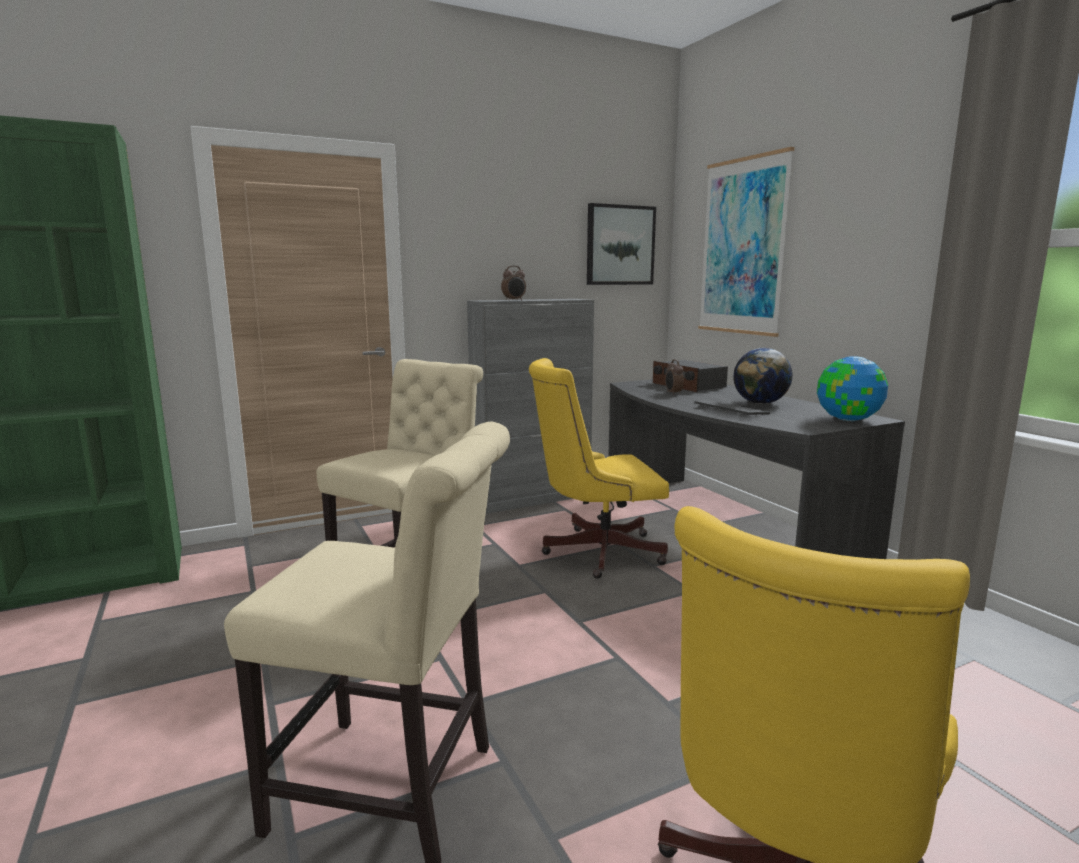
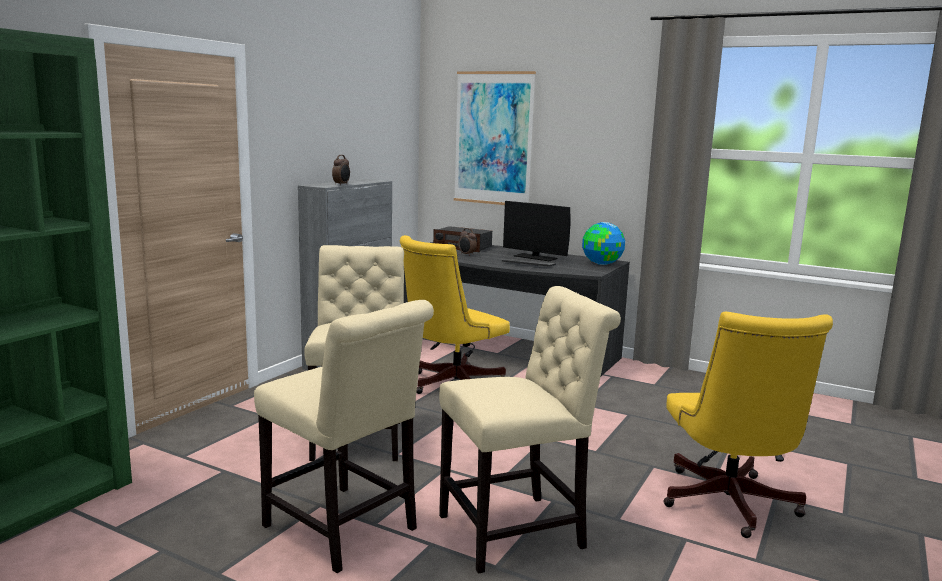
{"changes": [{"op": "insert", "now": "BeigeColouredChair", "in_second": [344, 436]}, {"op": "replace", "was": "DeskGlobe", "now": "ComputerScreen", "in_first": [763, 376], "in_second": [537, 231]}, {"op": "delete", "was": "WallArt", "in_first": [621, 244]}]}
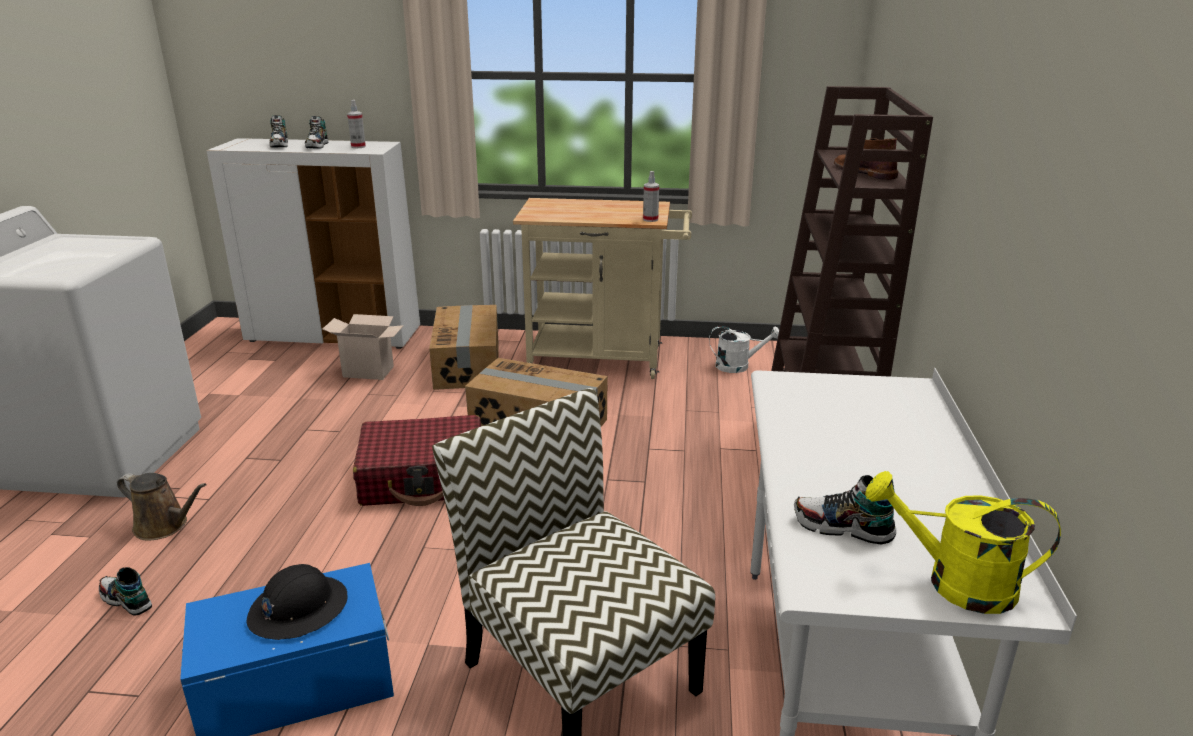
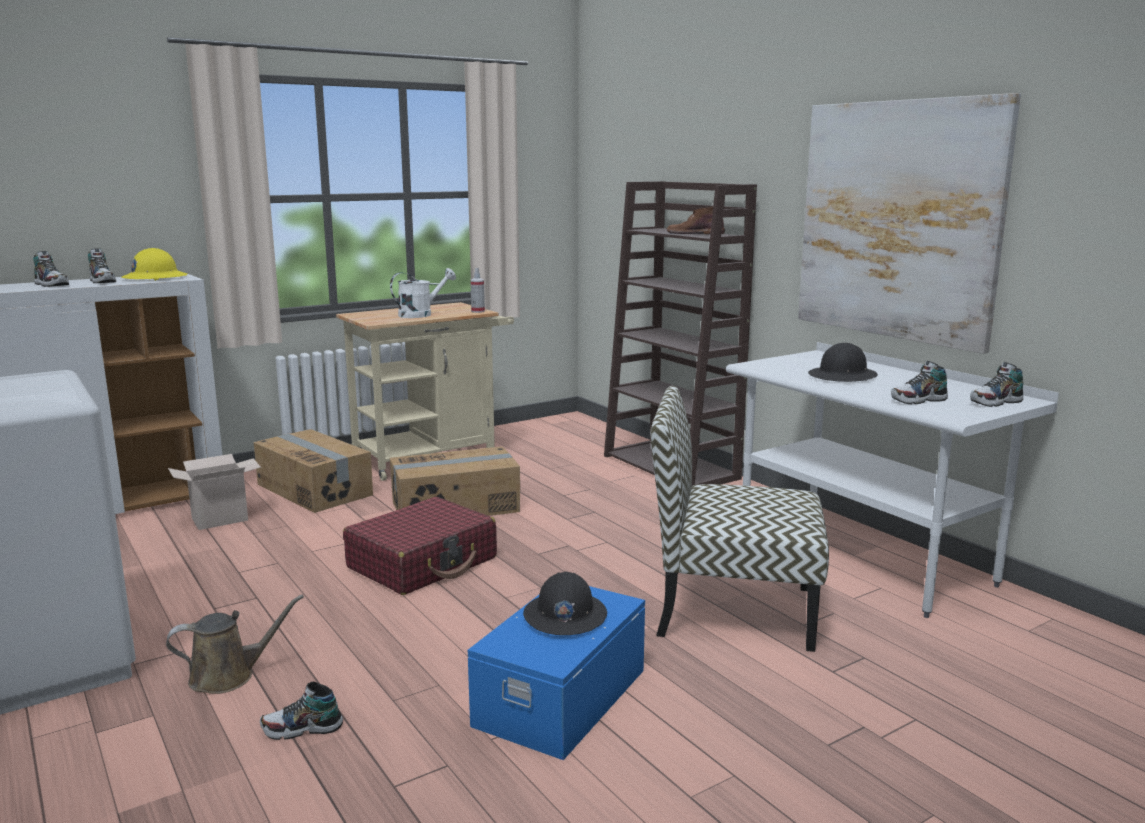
{"changes": [{"op": "replace", "was": "SprayBottle", "now": "YellowishHardHat", "in_first": [356, 124], "in_second": [154, 264]}, {"op": "move", "was": "WhiteColouredWateringPot", "in_first": [744, 349], "in_second": [423, 293]}, {"op": "insert", "now": "WallArt", "in_second": [909, 223]}, {"op": "insert", "now": "BlackHardHat", "in_second": [843, 362]}, {"op": "replace", "was": "YellowishWateringPot", "now": "ItemOfFootwear", "in_first": [963, 542], "in_second": [996, 384]}]}
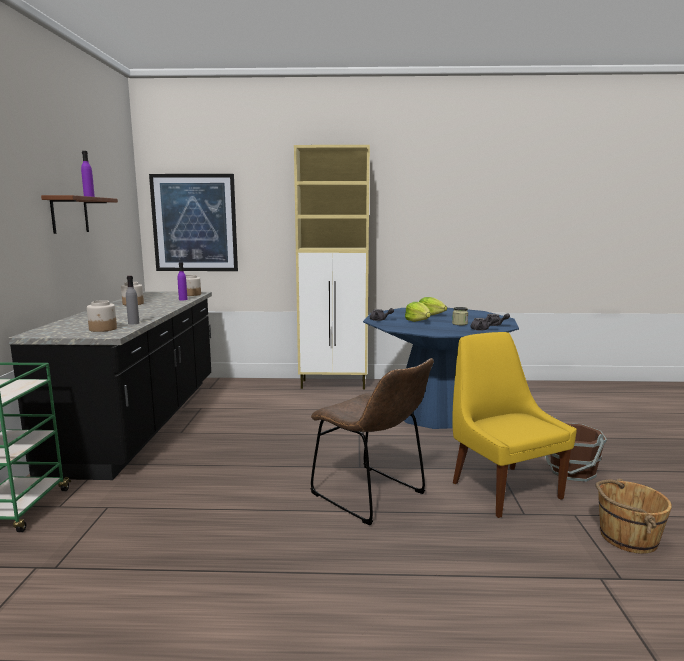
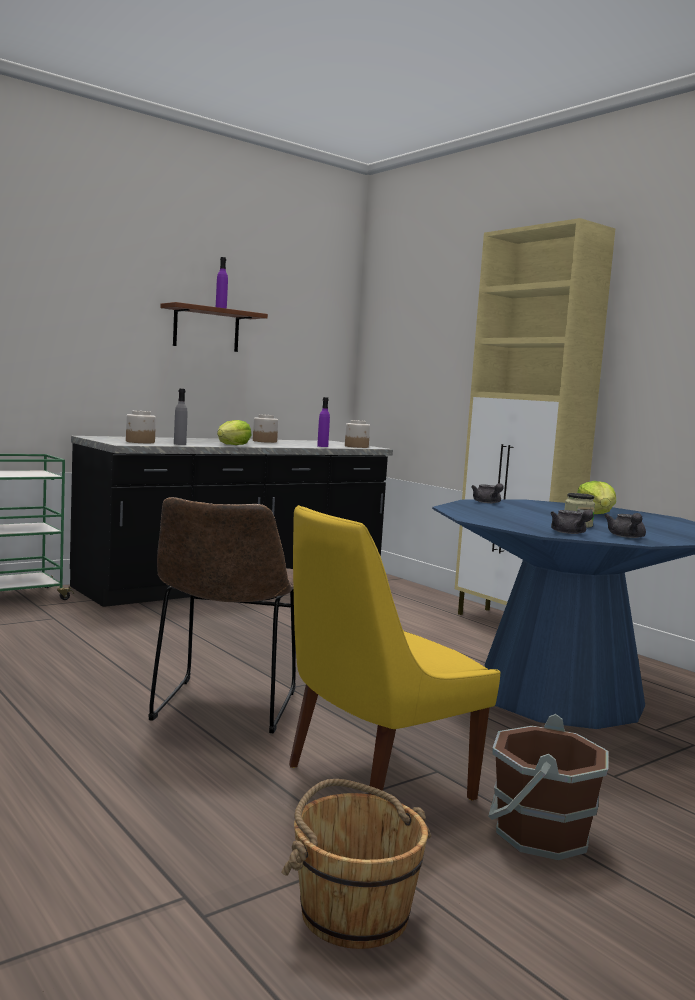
{"changes": [{"op": "move", "was": "Lettuce", "in_first": [418, 312], "in_second": [234, 432]}, {"op": "rotate", "was": "YellowishChair", "in_first": [514, 425], "in_second": [395, 652], "clockwise": -150}, {"op": "delete", "was": "WallArt", "in_first": [193, 222]}]}
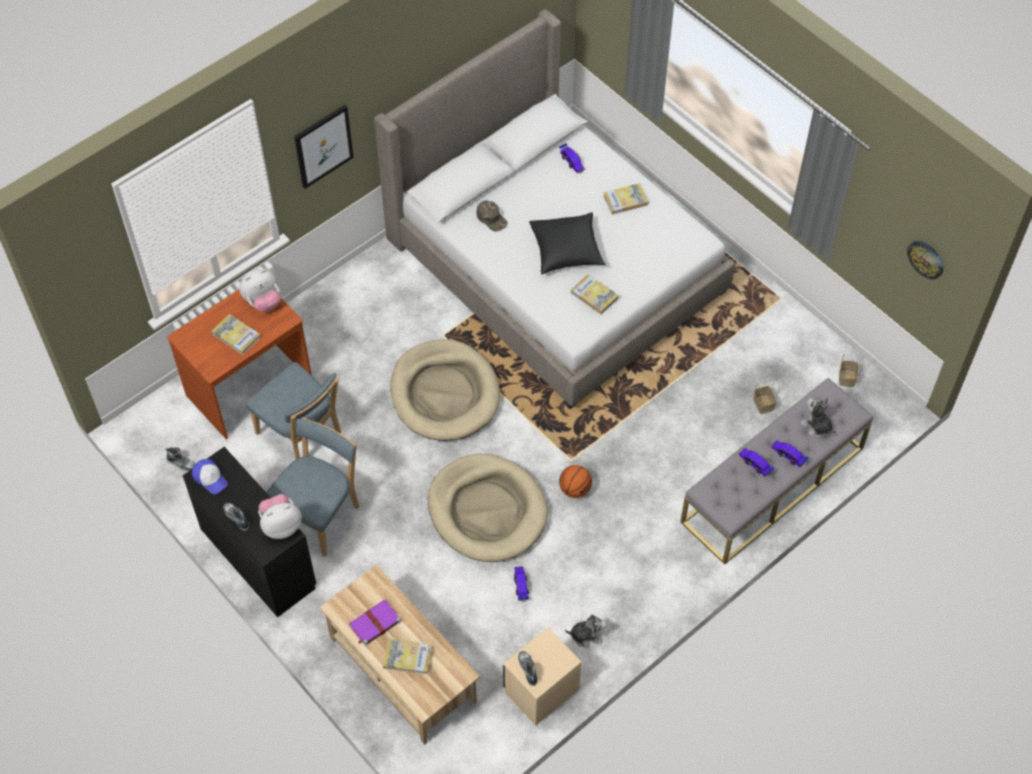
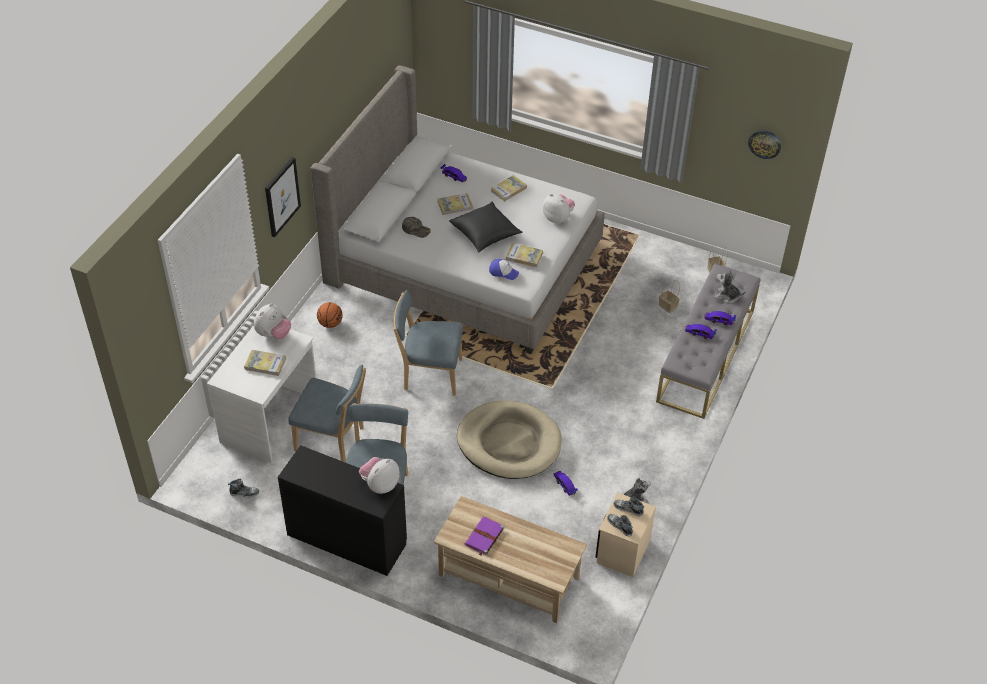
{"changes": [{"op": "recolor", "was": "BrownishDeskTable", "now": "WhiteColouredDeskTable", "in_first": [239, 364], "in_second": [261, 394]}, {"op": "move", "was": "BallForBasketball", "in_first": [575, 481], "in_second": [330, 315]}, {"op": "replace", "was": "BeigeColouredPetBed", "now": "BlueChair", "in_first": [445, 390], "in_second": [428, 343]}, {"op": "move", "was": "Book", "in_first": [408, 656], "in_second": [455, 204]}, {"op": "move", "was": "Cap", "in_first": [210, 476], "in_second": [504, 269]}, {"op": "insert", "now": "SoftToy", "in_second": [559, 209]}, {"op": "move", "was": "ItemOfFootwear", "in_first": [236, 517], "in_second": [629, 506]}]}
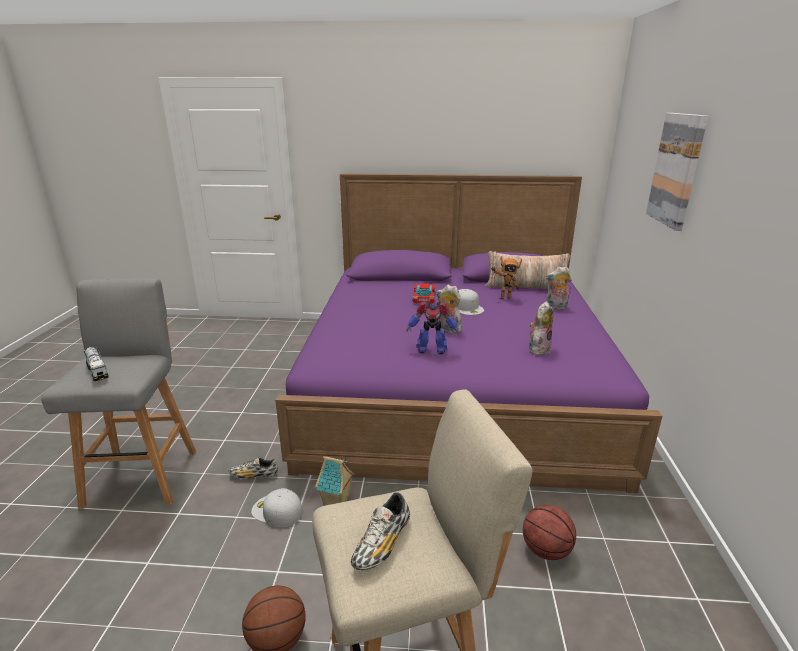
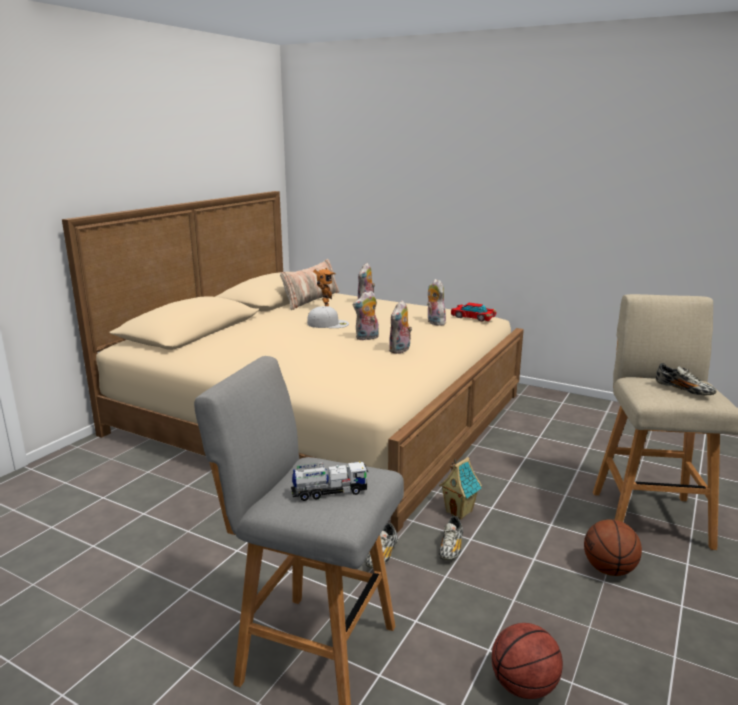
{"changes": [{"op": "recolor", "was": "PurpleColouredBedroomBed", "now": "BeigeColouredBedroomBed", "in_first": [468, 333], "in_second": [293, 362]}, {"op": "replace", "was": "RobotFigure", "now": "SoftToy", "in_first": [432, 328], "in_second": [400, 327]}, {"op": "replace", "was": "WhiteColouredCap", "now": "ItemOfFootwear", "in_first": [277, 507], "in_second": [451, 538]}, {"op": "move", "was": "ToyCar", "in_first": [424, 293], "in_second": [474, 312]}, {"op": "move", "was": "BallForBasketball", "in_first": [549, 532], "in_second": [527, 661]}, {"op": "delete", "was": "WallArt", "in_first": [677, 172]}]}
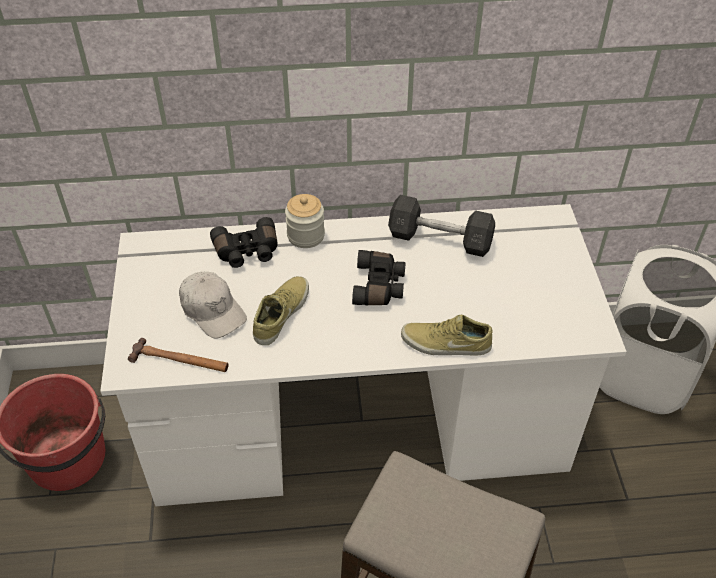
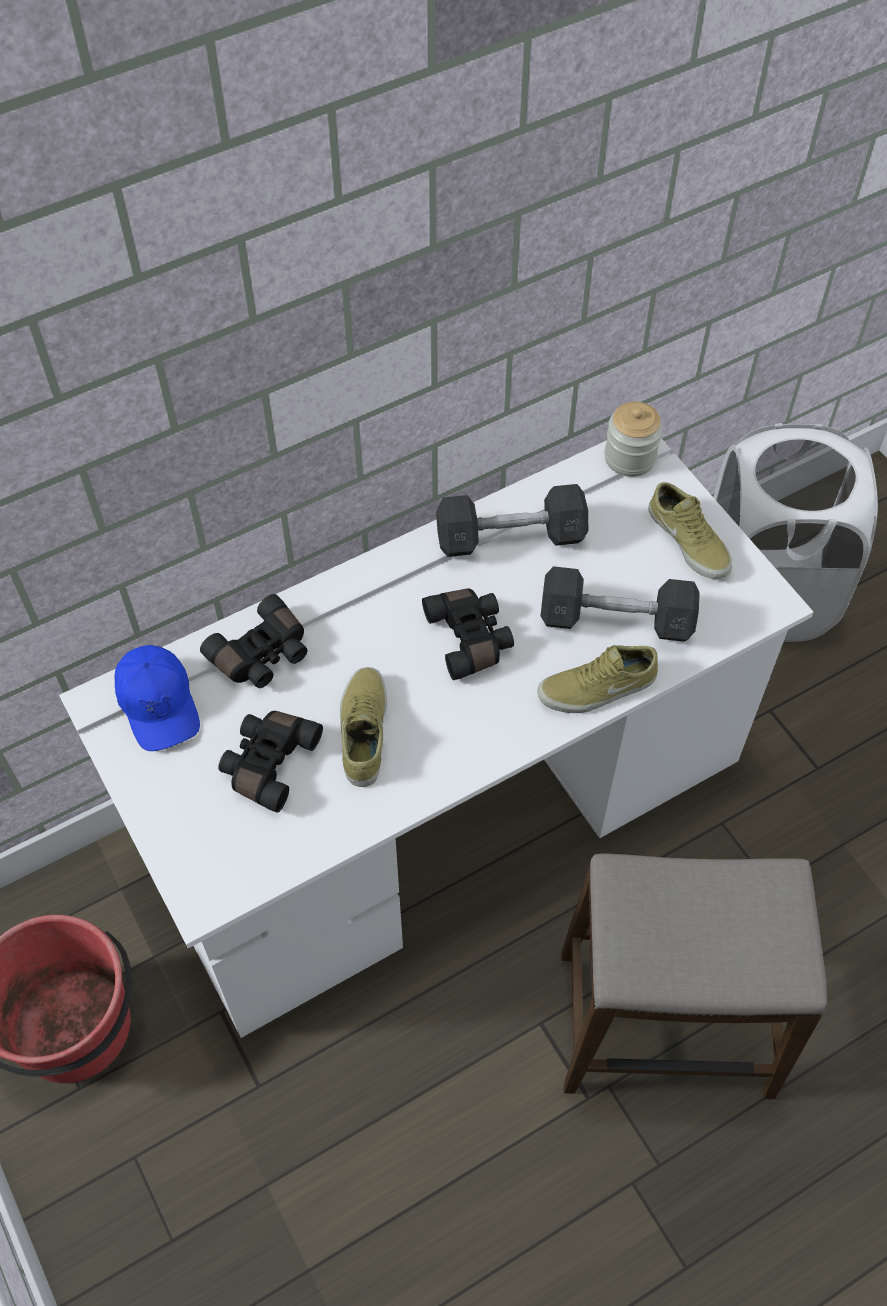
{"changes": [{"op": "insert", "now": "BlueCap", "in_second": [157, 698]}, {"op": "replace", "was": "WhiteColouredCap", "now": "BlackFieldGlasses", "in_first": [213, 305], "in_second": [270, 762]}, {"op": "insert", "now": "GrayFreeWeight", "in_second": [620, 604]}, {"op": "move", "was": "StorageJar", "in_first": [305, 221], "in_second": [633, 439]}, {"op": "insert", "now": "BeigeColouredItemOfFootwear", "in_second": [690, 530]}, {"op": "delete", "was": "HandHammer", "in_first": [178, 355]}]}
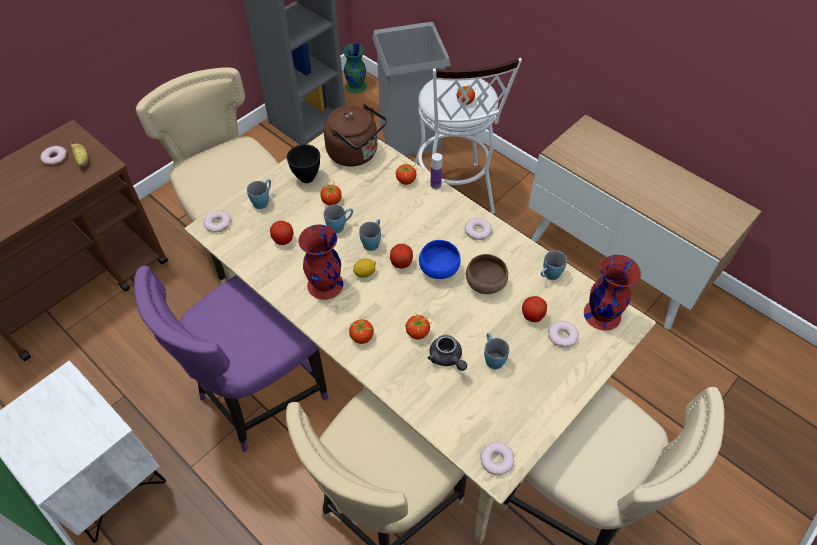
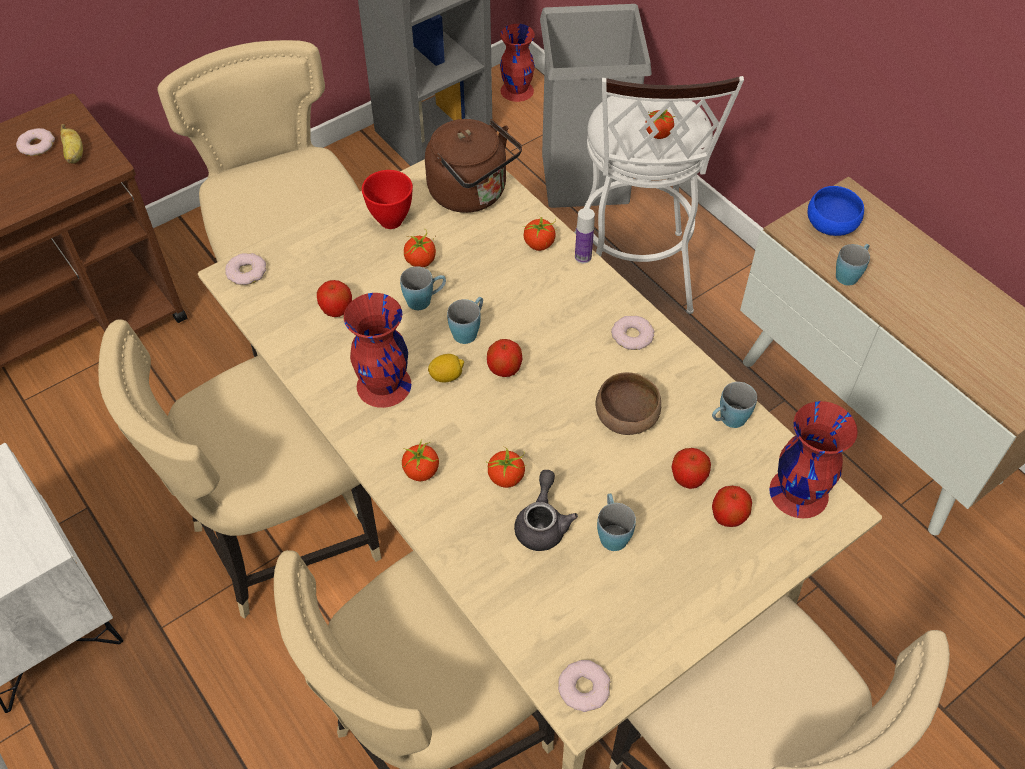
{"changes": [{"op": "recolor", "was": "PurpleColouredChair", "now": "BeigeColouredChair", "in_first": [231, 359], "in_second": [240, 469]}, {"op": "recolor", "was": "BlackServingBowl", "now": "RedServingBowl", "in_first": [303, 163], "in_second": [387, 199]}, {"op": "recolor", "was": "GreenVase", "now": "RedVase", "in_first": [354, 68], "in_second": [517, 63]}, {"op": "rotate", "was": "GrayTeaPot", "in_first": [447, 353], "in_second": [546, 510], "clockwise": -150}, {"op": "replace", "was": "RingDoughnut", "now": "WholeApple", "in_first": [563, 334], "in_second": [732, 506]}, {"op": "move", "was": "BlueServingBowl", "in_first": [440, 259], "in_second": [836, 211]}, {"op": "move", "was": "BlueTeaMug", "in_first": [259, 194], "in_second": [853, 265]}]}
